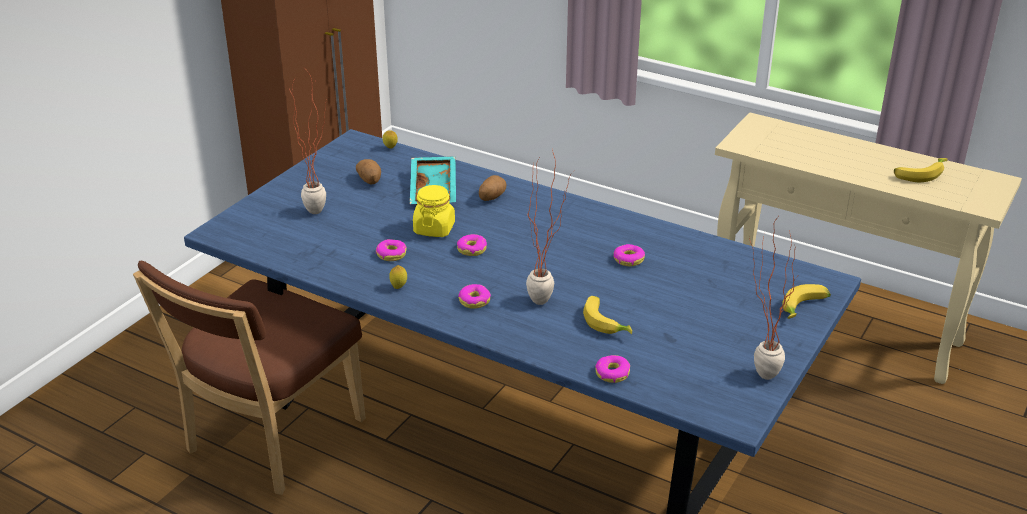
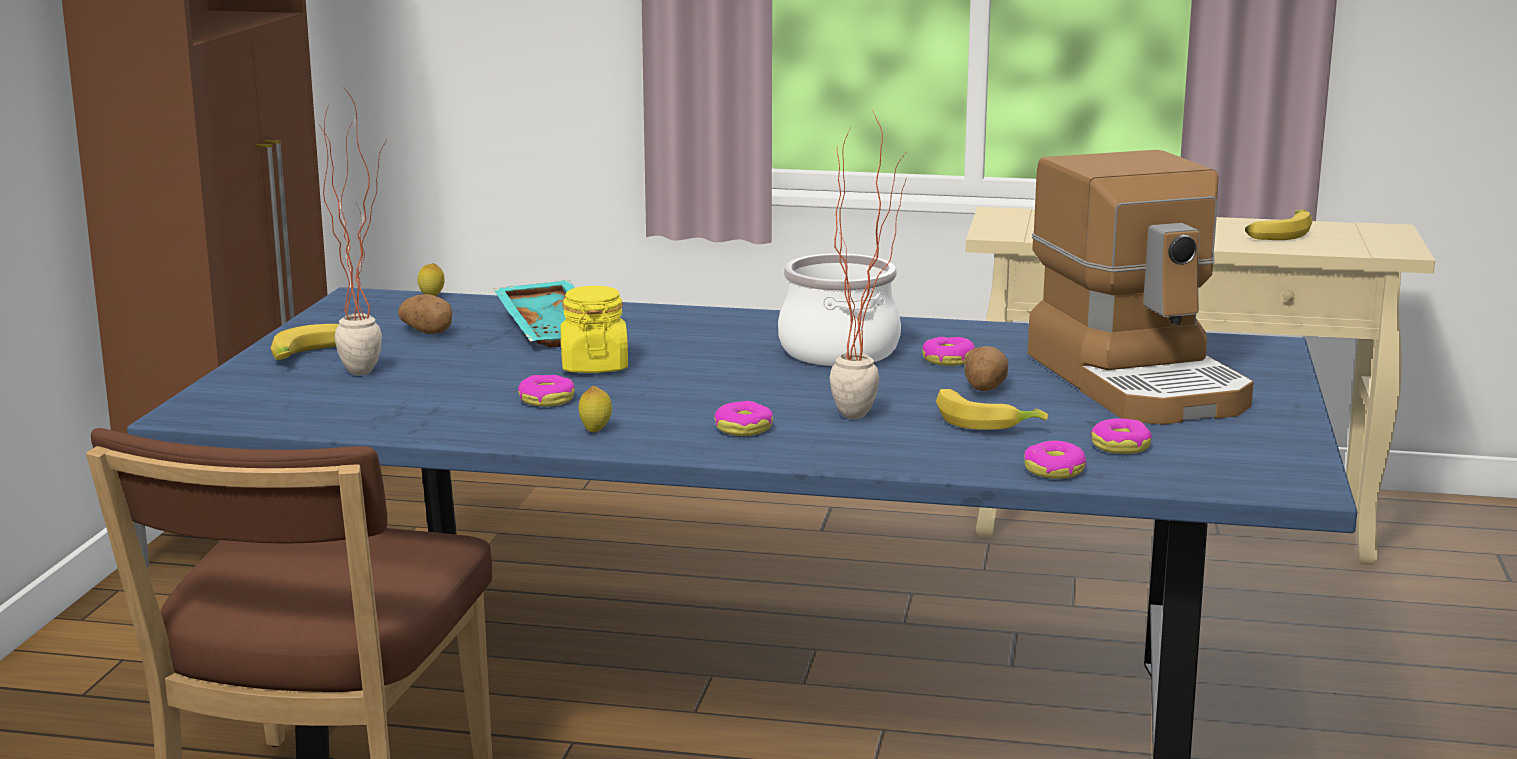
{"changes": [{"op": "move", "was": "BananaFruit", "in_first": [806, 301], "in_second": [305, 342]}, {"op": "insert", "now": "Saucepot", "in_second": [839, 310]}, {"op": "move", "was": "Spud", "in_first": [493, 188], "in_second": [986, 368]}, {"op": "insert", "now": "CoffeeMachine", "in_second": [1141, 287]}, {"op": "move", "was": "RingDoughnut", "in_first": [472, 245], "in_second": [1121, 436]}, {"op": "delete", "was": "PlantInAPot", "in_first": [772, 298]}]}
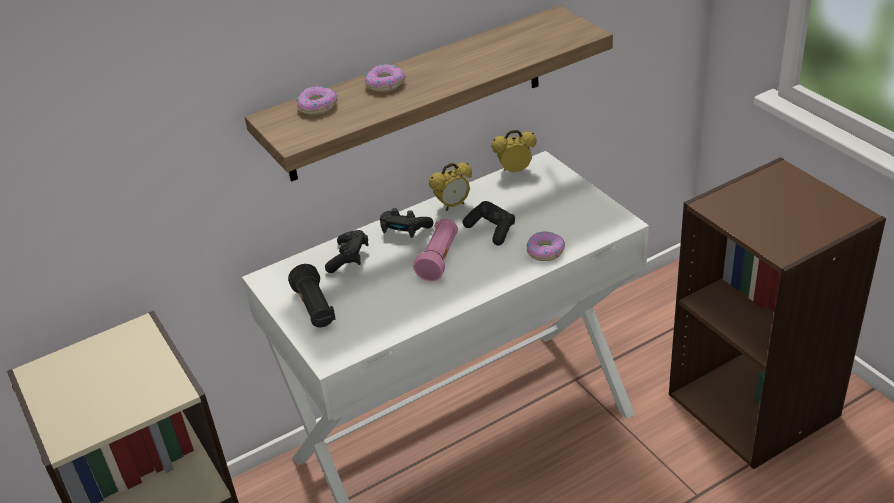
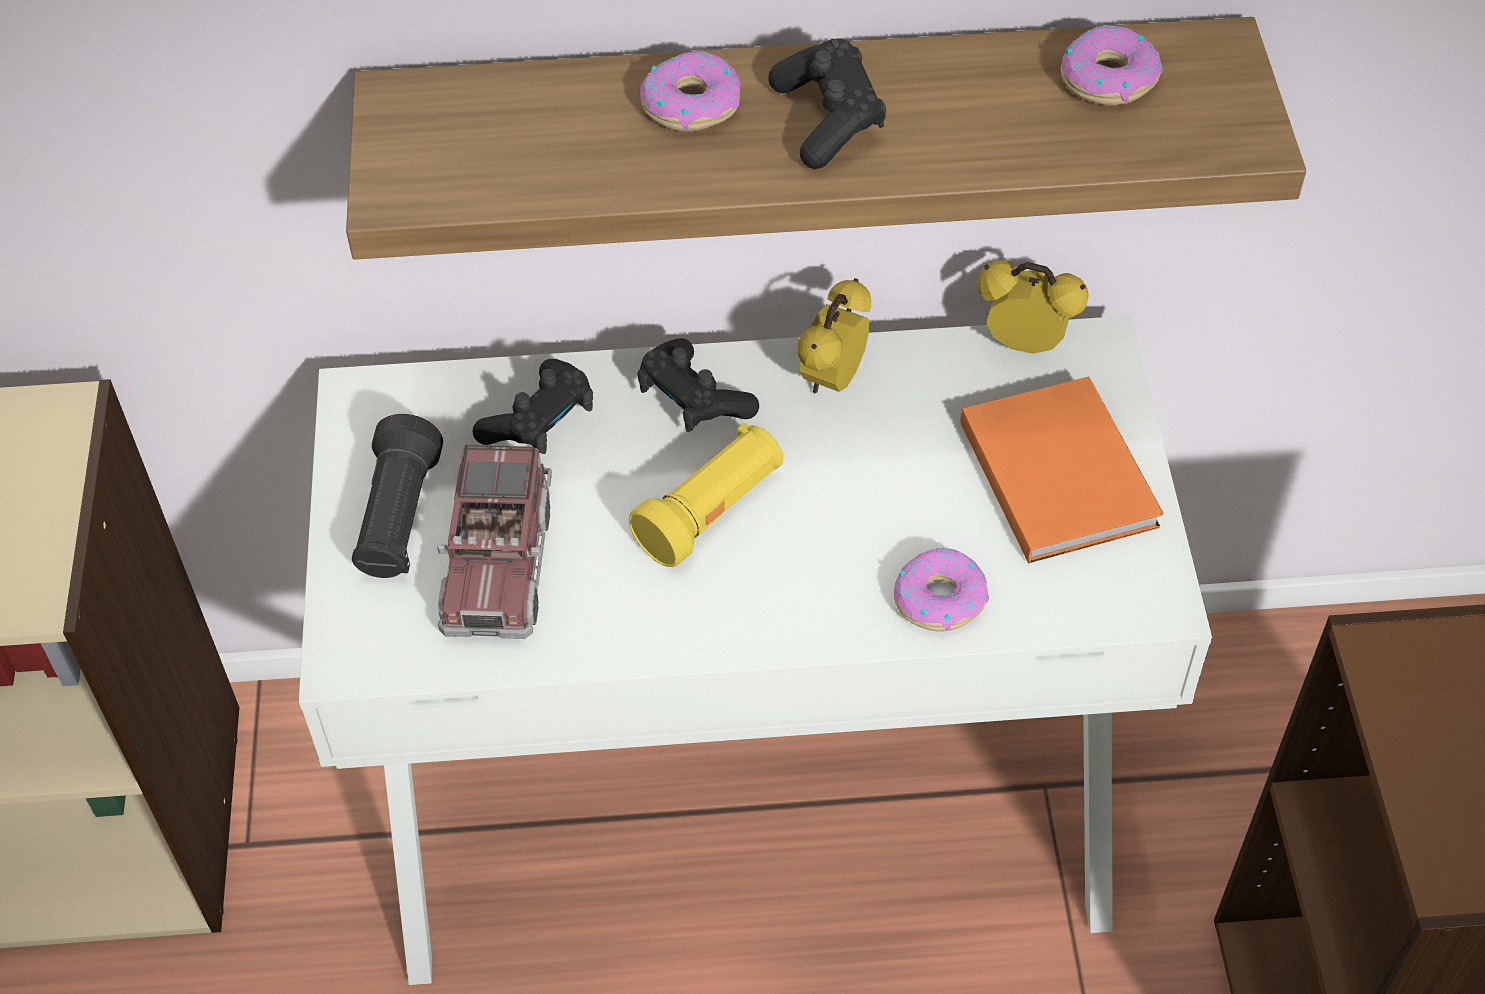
{"changes": [{"op": "insert", "now": "ToyLorry", "in_second": [494, 542]}, {"op": "recolor", "was": "PinkColouredHandTorch", "now": "YellowishHandTorch", "in_first": [435, 250], "in_second": [706, 495]}, {"op": "move", "was": "BlackJoypad", "in_first": [489, 223], "in_second": [827, 103]}, {"op": "rotate", "was": "AlarmClock", "in_first": [450, 187], "in_second": [834, 336], "clockwise": 120}, {"op": "insert", "now": "OrangeyBook", "in_second": [1062, 469]}, {"op": "move", "was": "RingDoughnut", "in_first": [317, 100], "in_second": [1112, 65]}]}
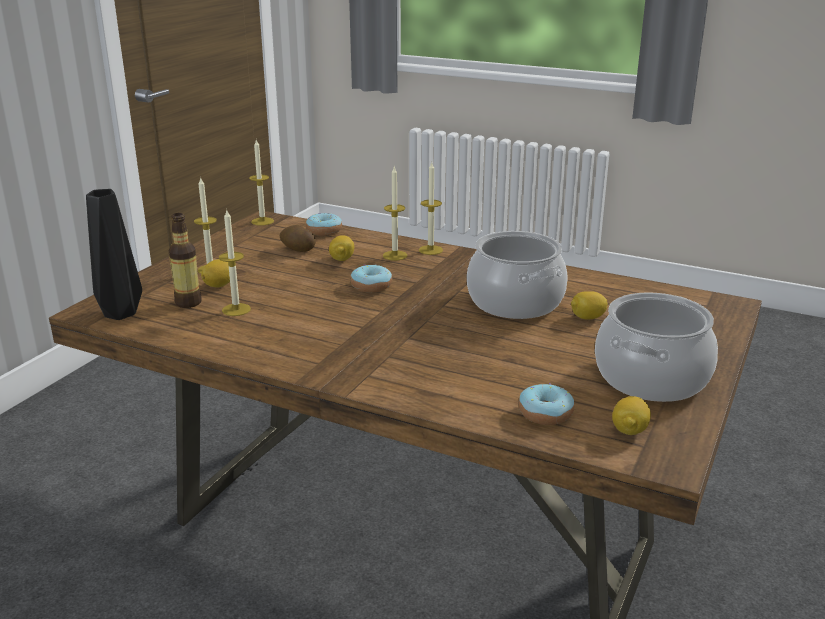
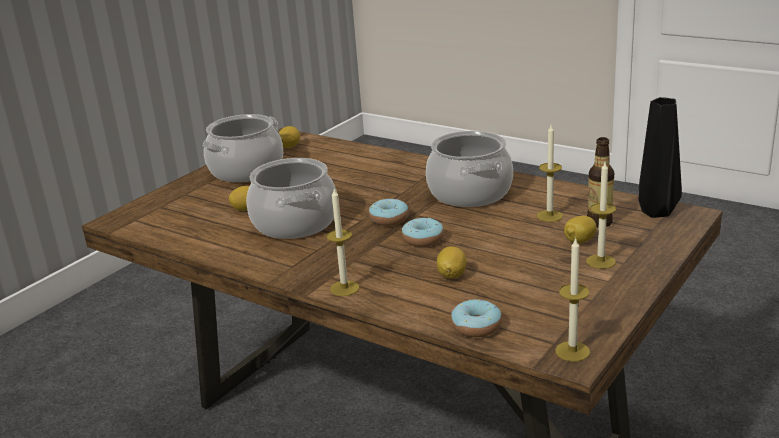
{"changes": [{"op": "move", "was": "RingDoughnut", "in_first": [546, 404], "in_second": [389, 212]}, {"op": "insert", "now": "Saucepot", "in_second": [469, 169]}, {"op": "delete", "was": "Spud", "in_first": [298, 238]}, {"op": "delete", "was": "WaxLight", "in_first": [395, 214]}]}
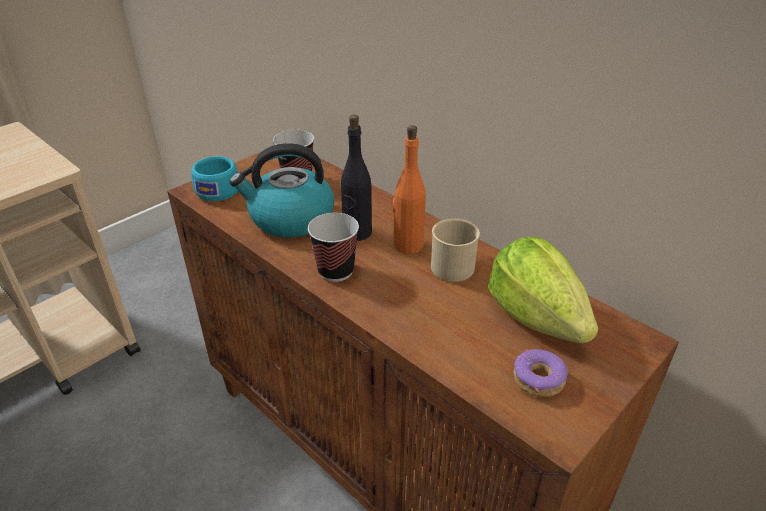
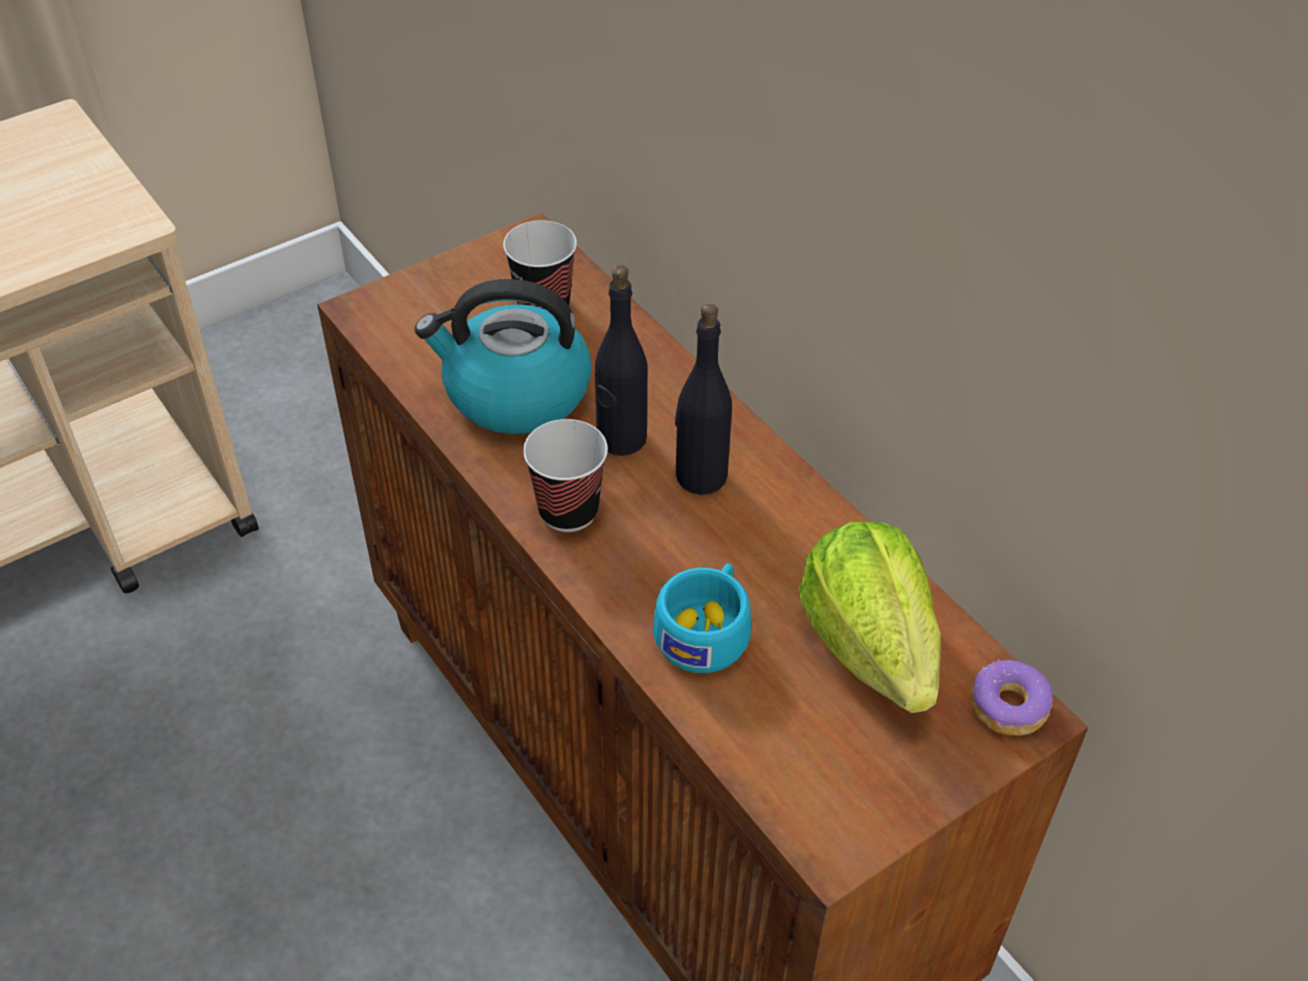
{"changes": [{"op": "move", "was": "TurquoiseColouredDrinkingCup", "in_first": [214, 178], "in_second": [702, 618]}, {"op": "recolor", "was": "OrangeyBeverageBottle", "now": "BlackBeverageBottle", "in_first": [409, 189], "in_second": [703, 399]}, {"op": "move", "was": "RingDoughnut", "in_first": [540, 373], "in_second": [1012, 698]}, {"op": "delete", "was": "BeigeColouredTeaMug", "in_first": [455, 250]}]}
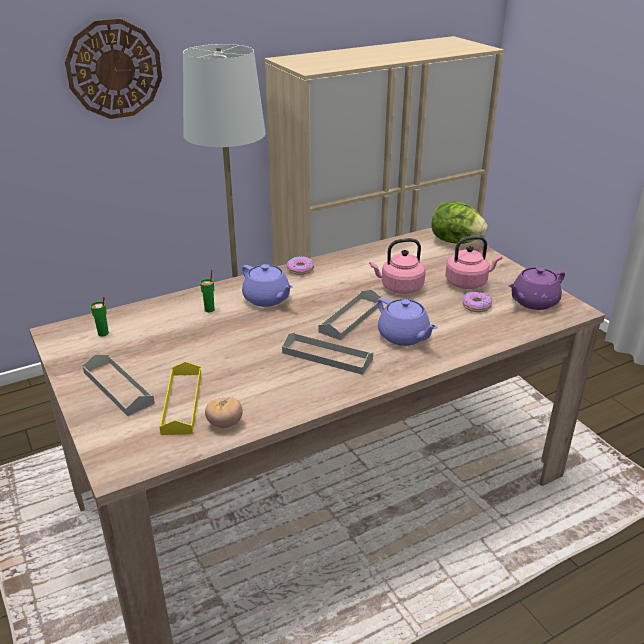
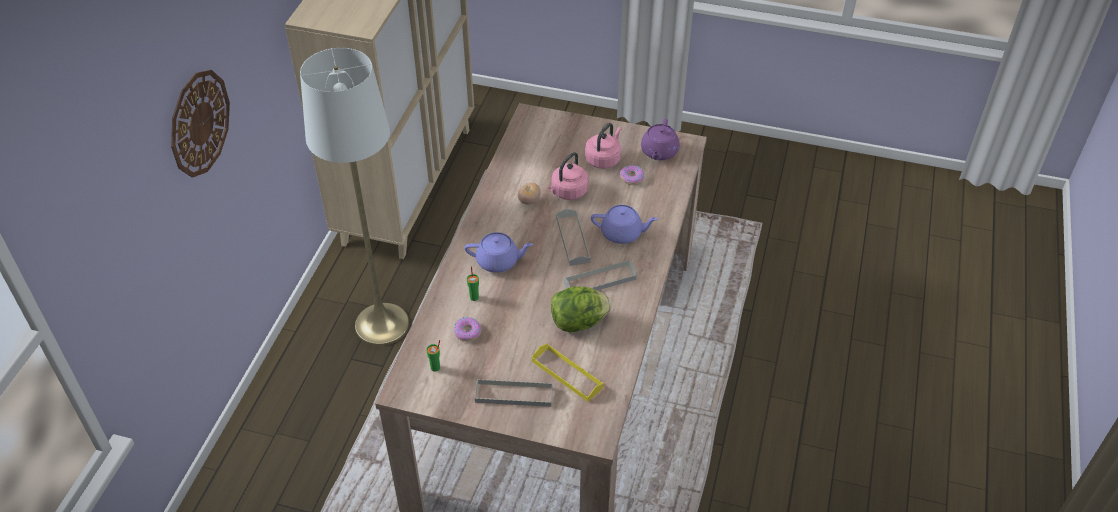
{"changes": [{"op": "move", "was": "RingDoughnut", "in_first": [300, 265], "in_second": [467, 329]}, {"op": "move", "was": "WholeTomato", "in_first": [224, 412], "in_second": [529, 194]}, {"op": "move", "was": "Lettuce", "in_first": [460, 223], "in_second": [581, 309]}]}
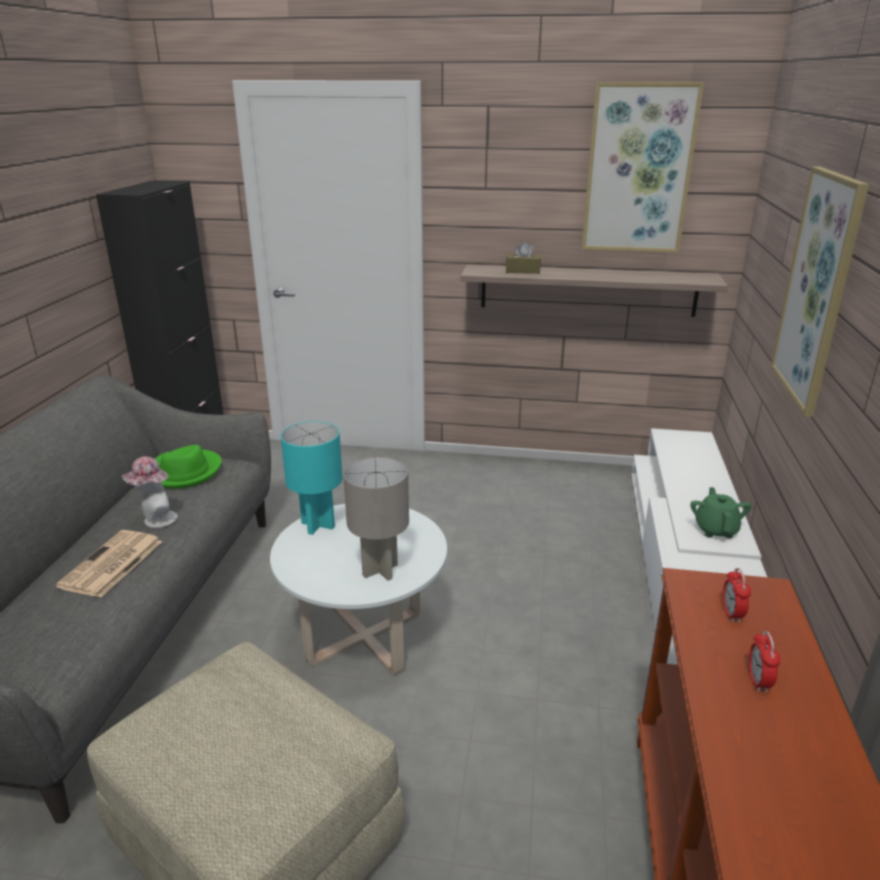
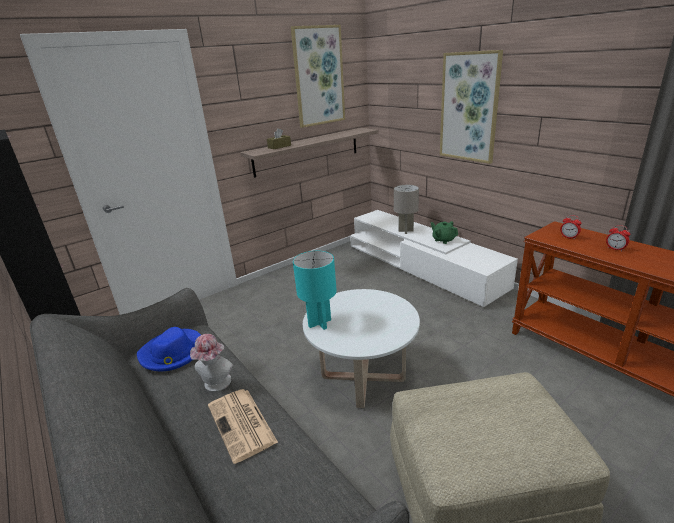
{"changes": [{"op": "recolor", "was": "GreenHat", "now": "BlueHat", "in_first": [188, 467], "in_second": [169, 349]}, {"op": "move", "was": "GrayLampForATable", "in_first": [376, 519], "in_second": [406, 209]}]}
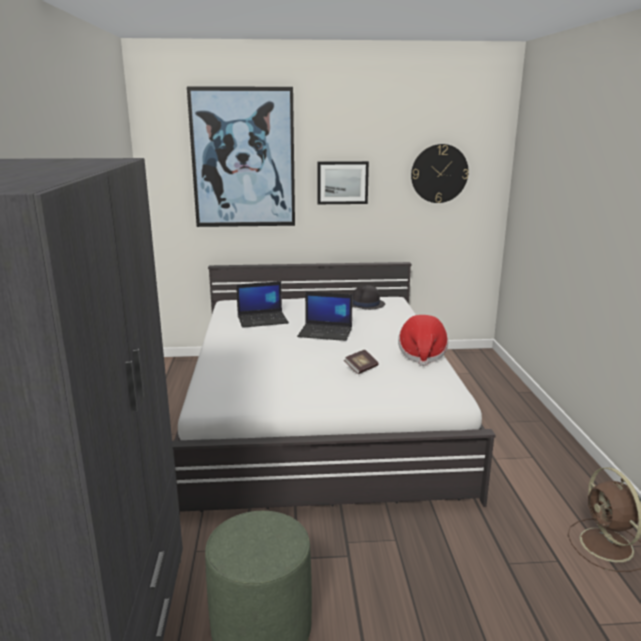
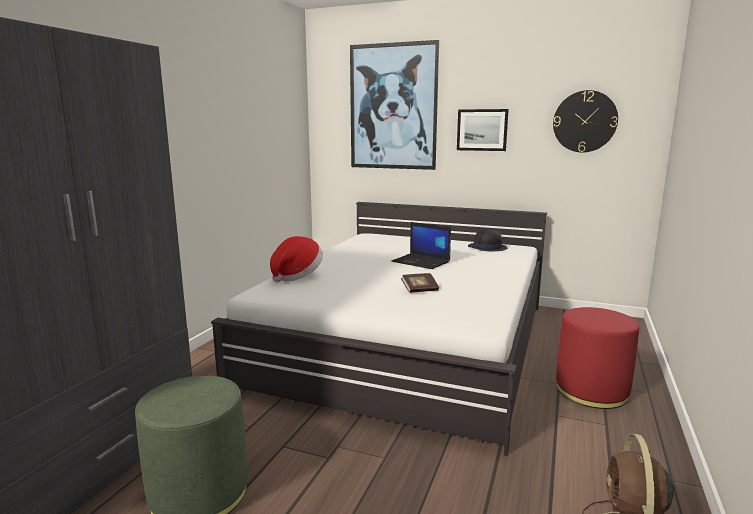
{"changes": [{"op": "move", "was": "Hat", "in_first": [423, 340], "in_second": [296, 259]}, {"op": "insert", "now": "RedFootrest", "in_second": [597, 358]}, {"op": "delete", "was": "Laptop", "in_first": [262, 304]}]}
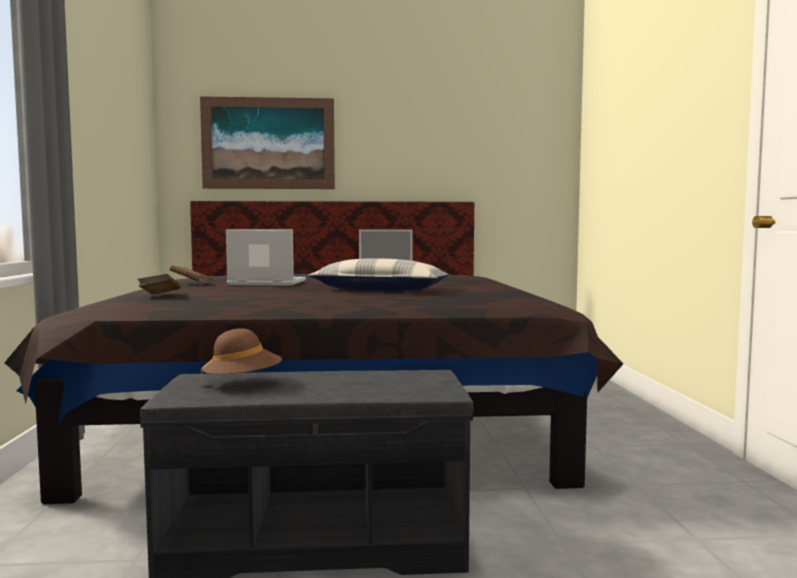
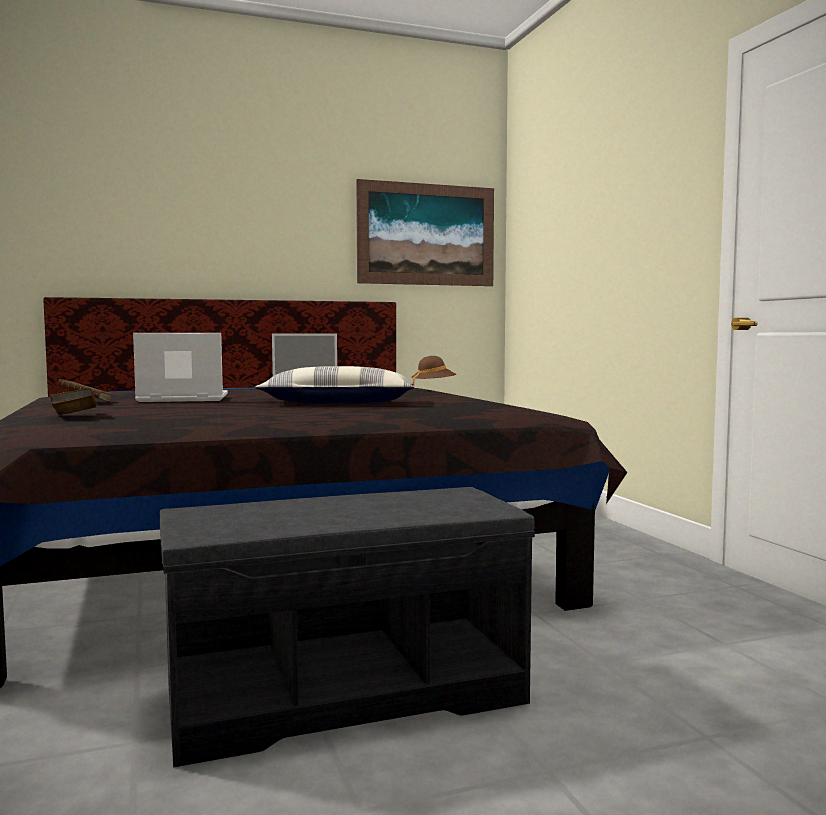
{"changes": [{"op": "move", "was": "WallArt", "in_first": [267, 142], "in_second": [425, 232]}, {"op": "move", "was": "BrownishHat", "in_first": [241, 357], "in_second": [433, 371]}]}
